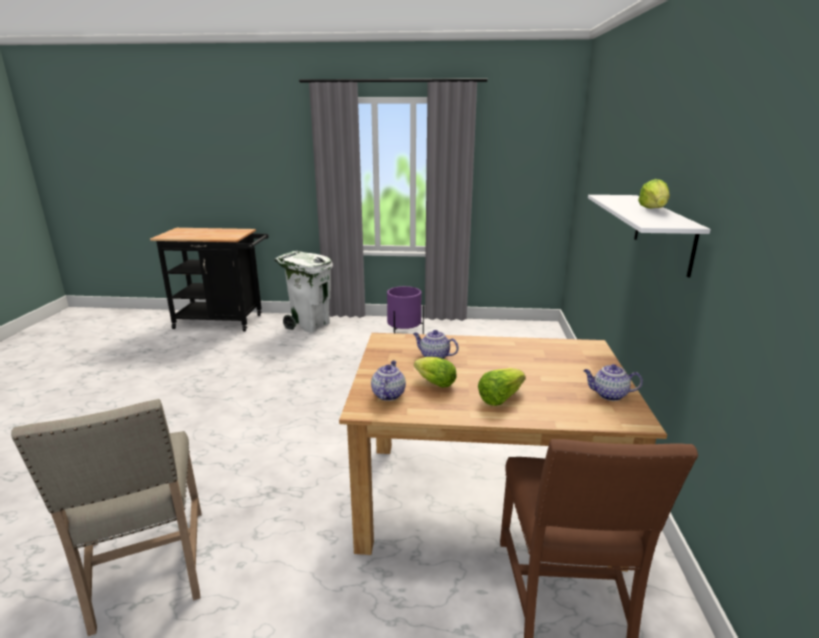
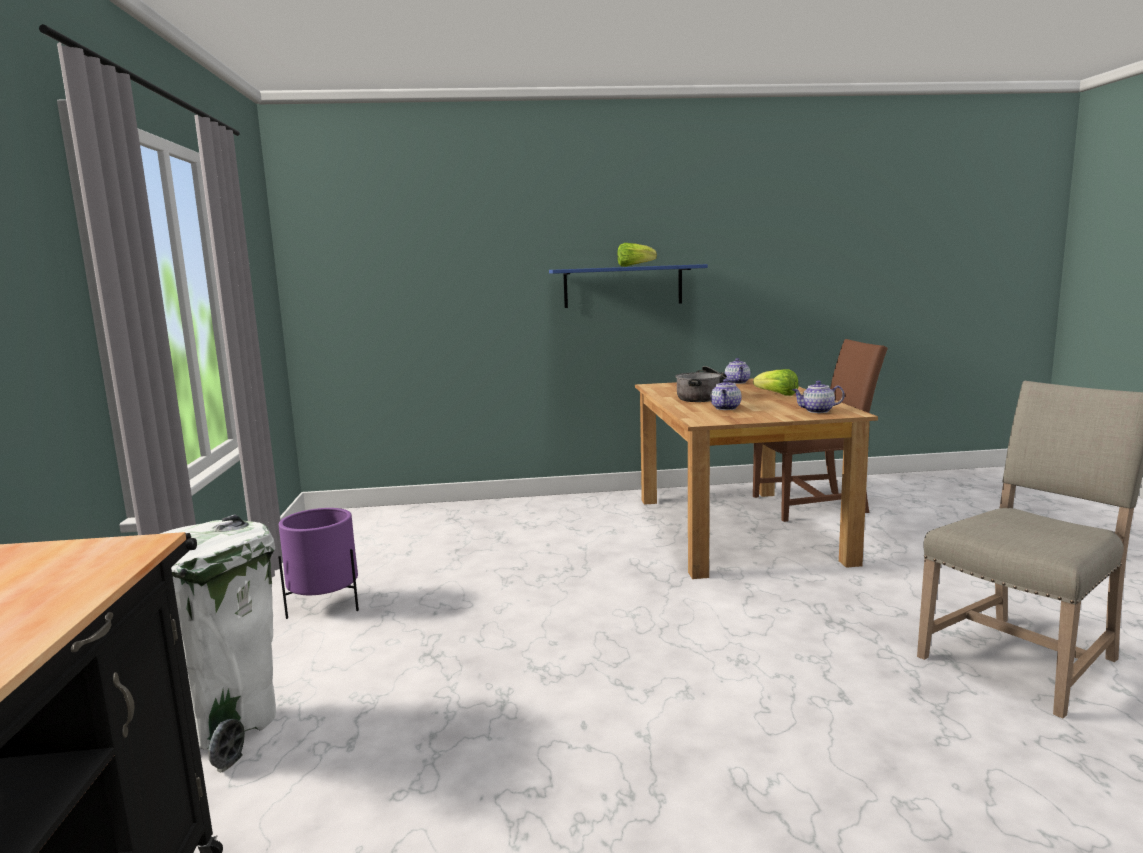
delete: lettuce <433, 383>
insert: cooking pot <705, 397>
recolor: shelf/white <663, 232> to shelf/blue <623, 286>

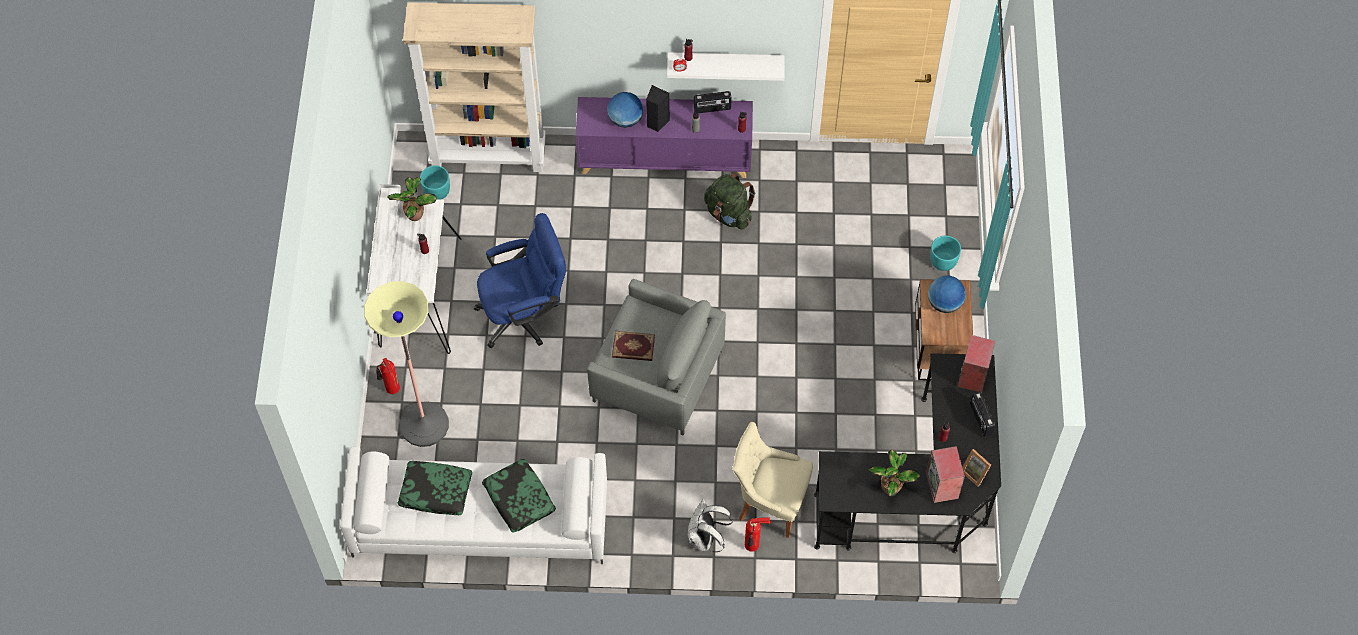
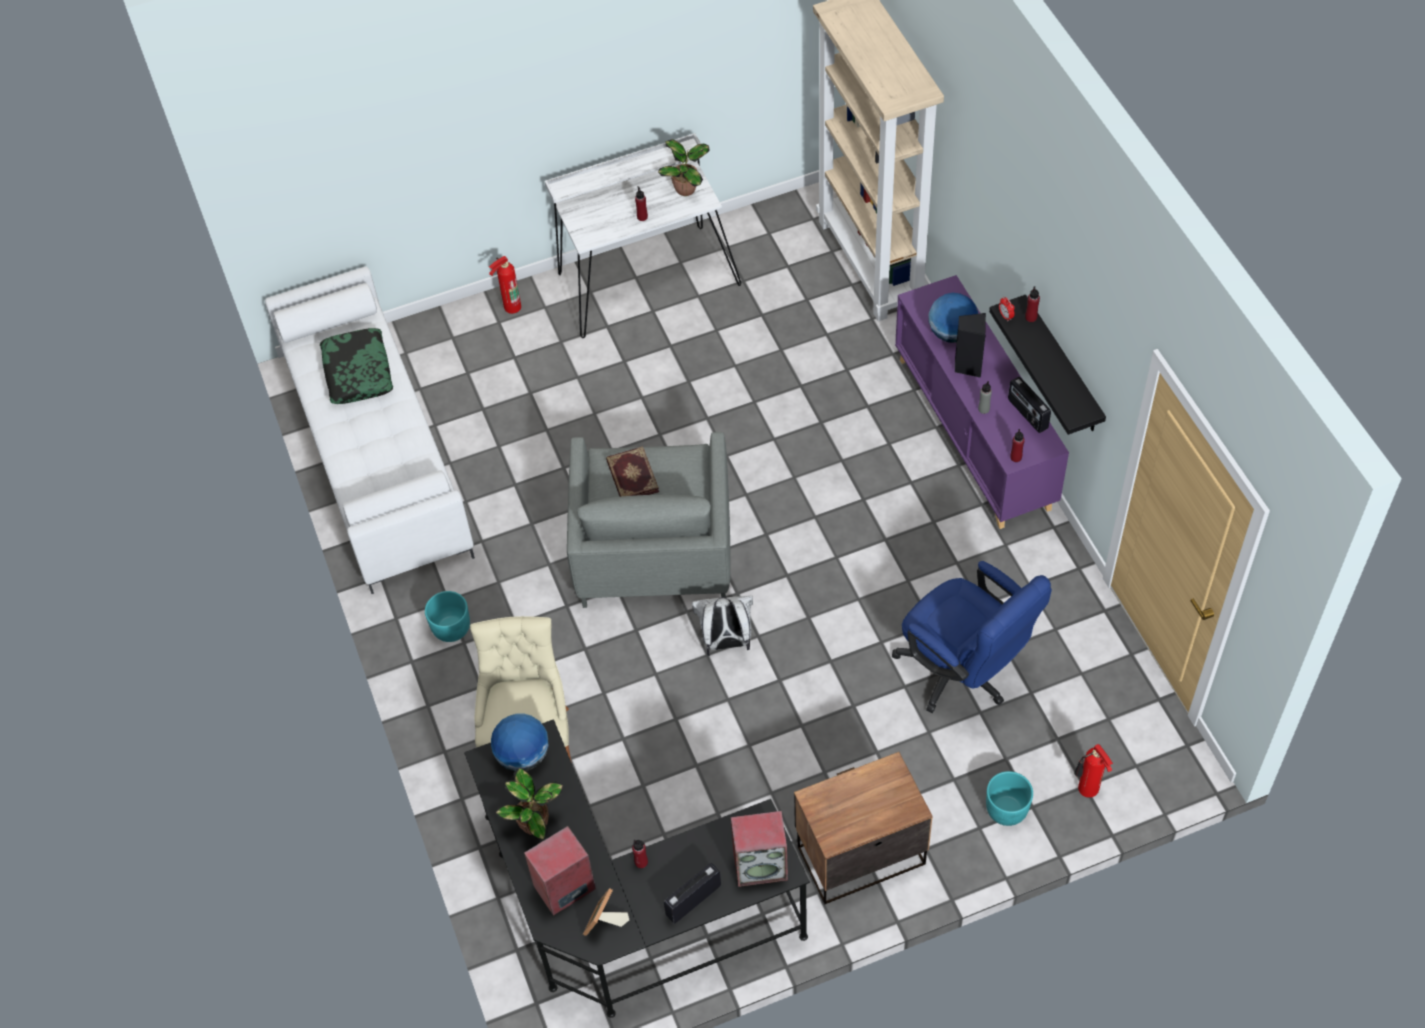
delete: backpack/green <729, 214>; floor lamp <424, 424>; pillow <519, 499>
move: planter/turquoise <436, 191> to <451, 628>; office chair/blue <525, 315> to <963, 674>; globe <944, 303> to <523, 756>; backpack/white <705, 539> to <726, 643>; fire extinguisher <753, 546> to <1087, 790>
recolor: shelf/white <725, 62> to shelf/black <1062, 367>

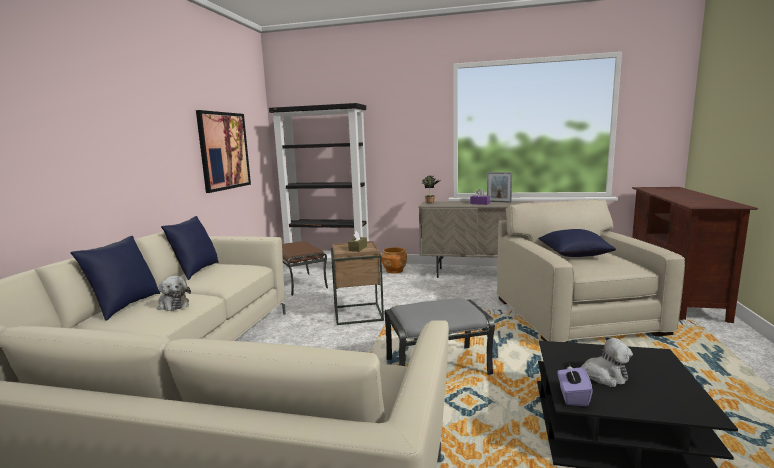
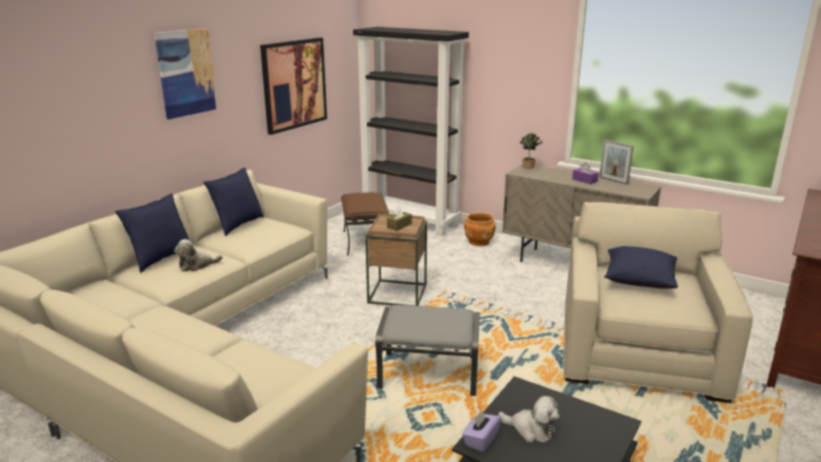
insert: picture <186, 73>
rotate: plush toy <173, 305> = <196, 265> 90 degrees clockwise

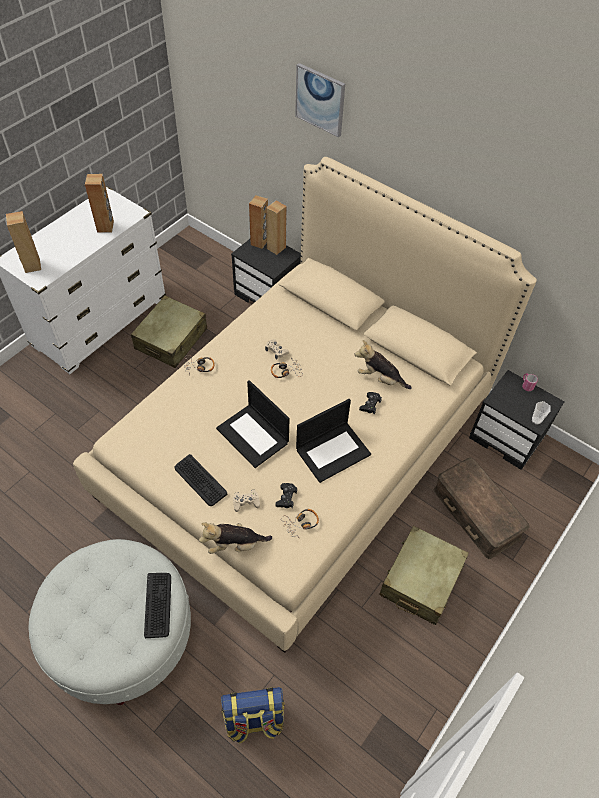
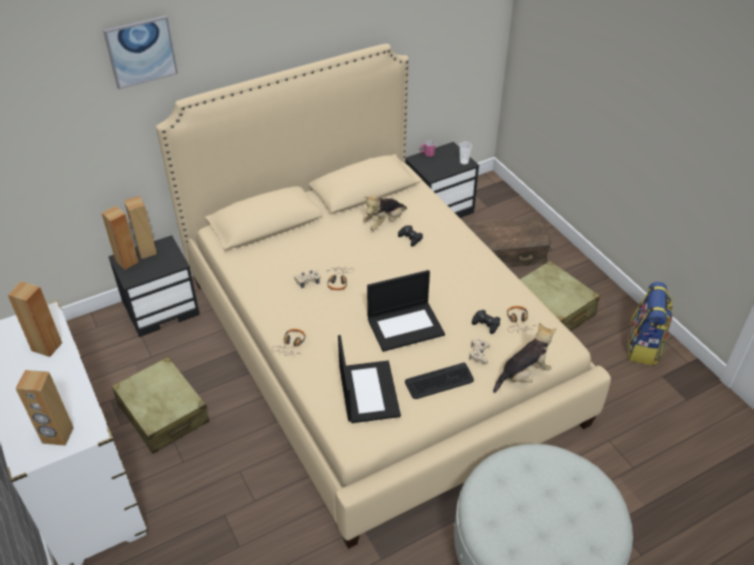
delete: keyboard <158, 605>
move: laptop <333, 451> to <368, 391>; backpack <254, 720> to <644, 347>
rotate: plush toy <235, 545> = <523, 375> 135 degrees counterclockwise

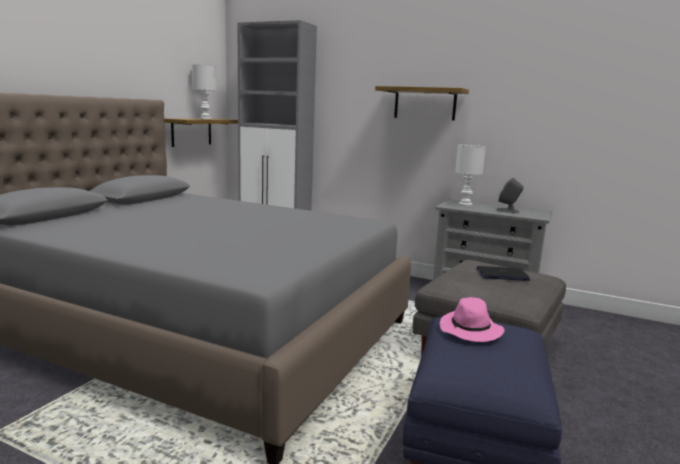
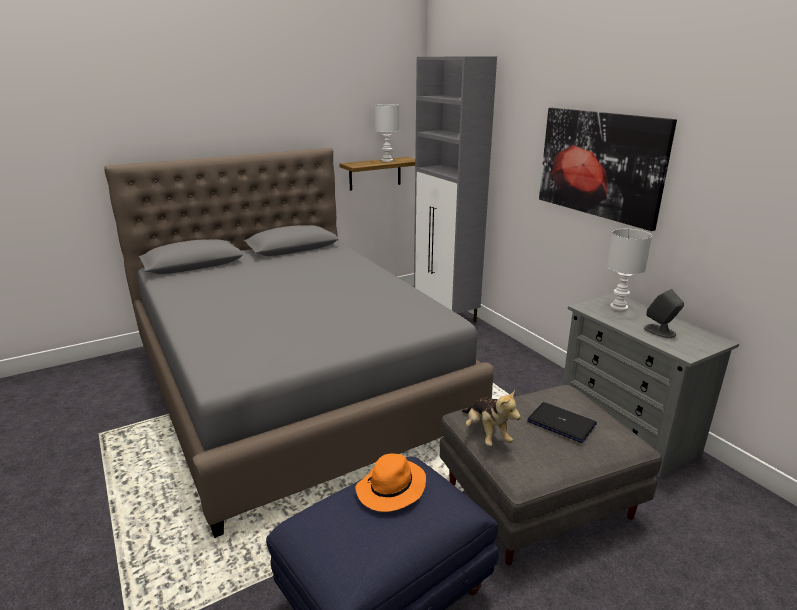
insert: plush toy <486, 434>
replace: shelf <425, 104> to picture <600, 164>
recolor: hat/pink <471, 330> to hat/orange <391, 490>

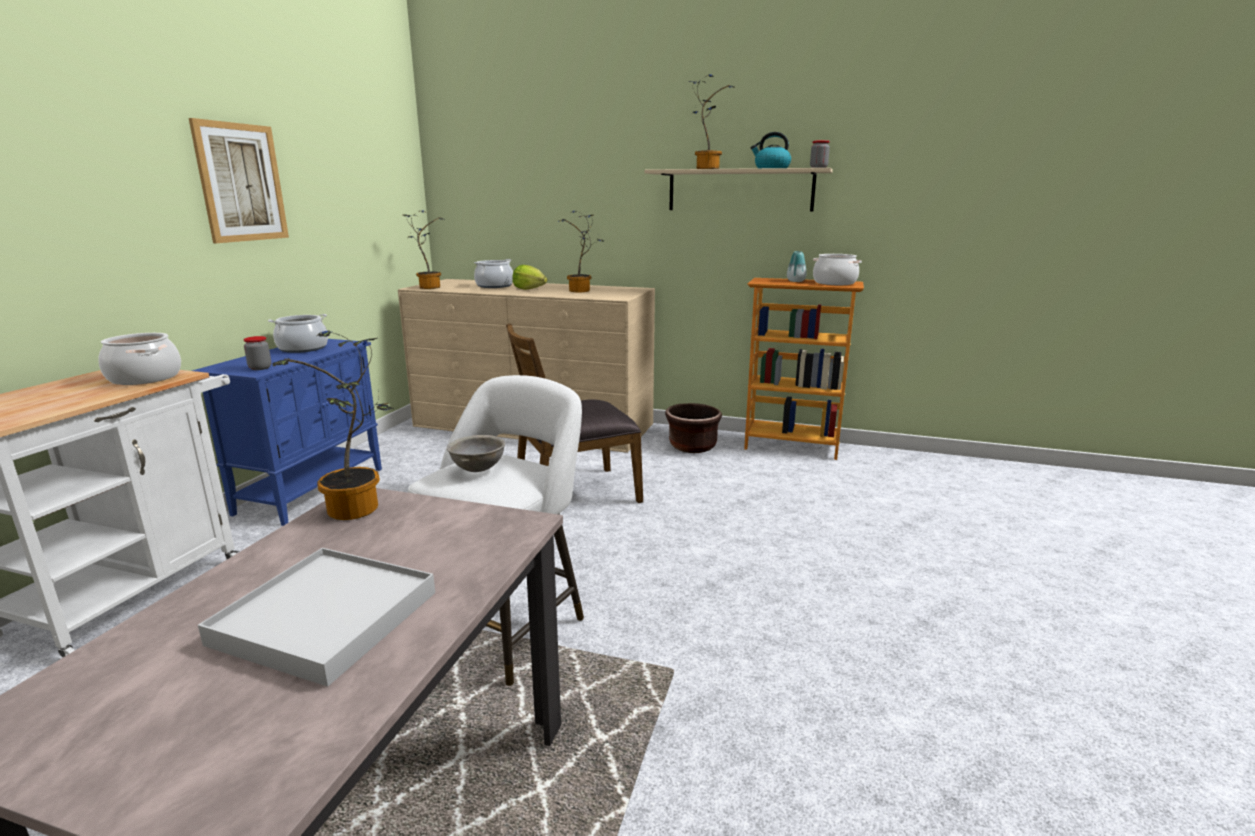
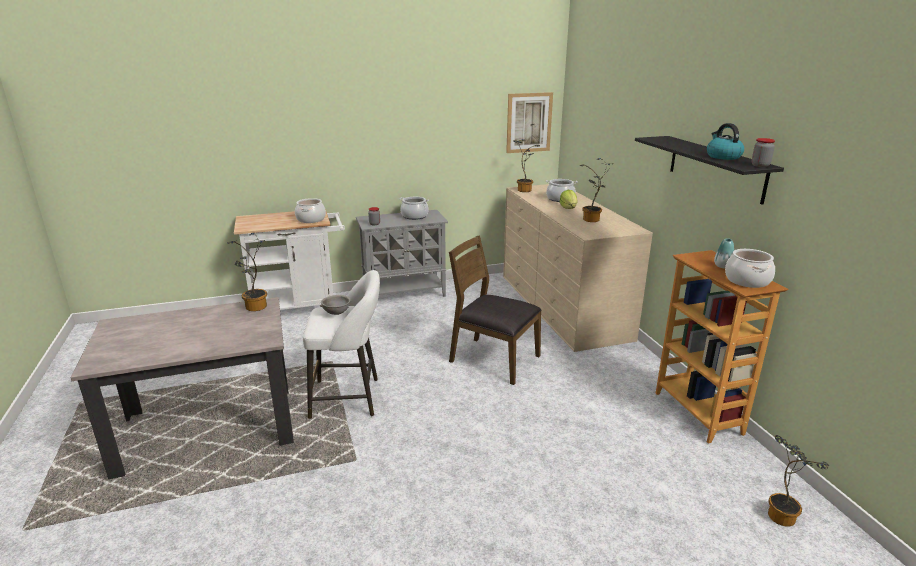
delete: planter/brown <692, 446>; tray/white <327, 617>
move: potted plant <706, 169> to <782, 514>; picture <241, 183> to <529, 122>
recolor: shelf/beige <740, 190> to shelf/black <715, 168>; cabinet/blue <312, 490> to cabinet/grey <405, 293>

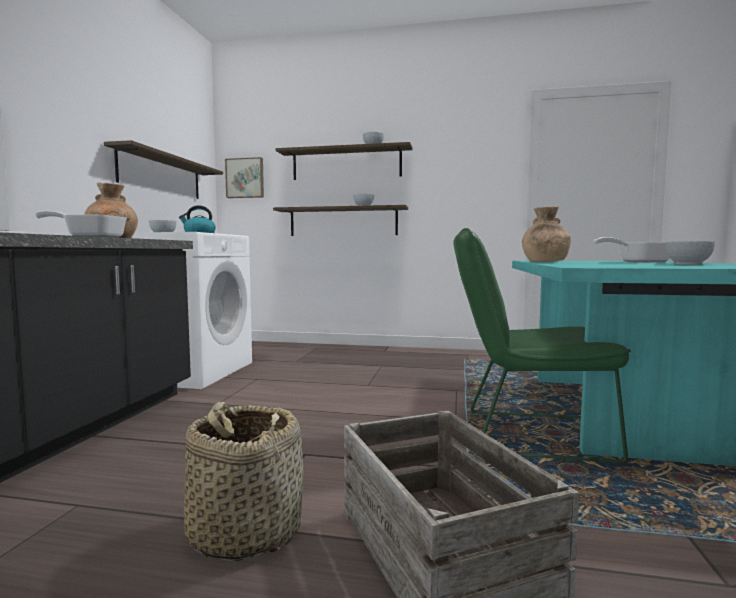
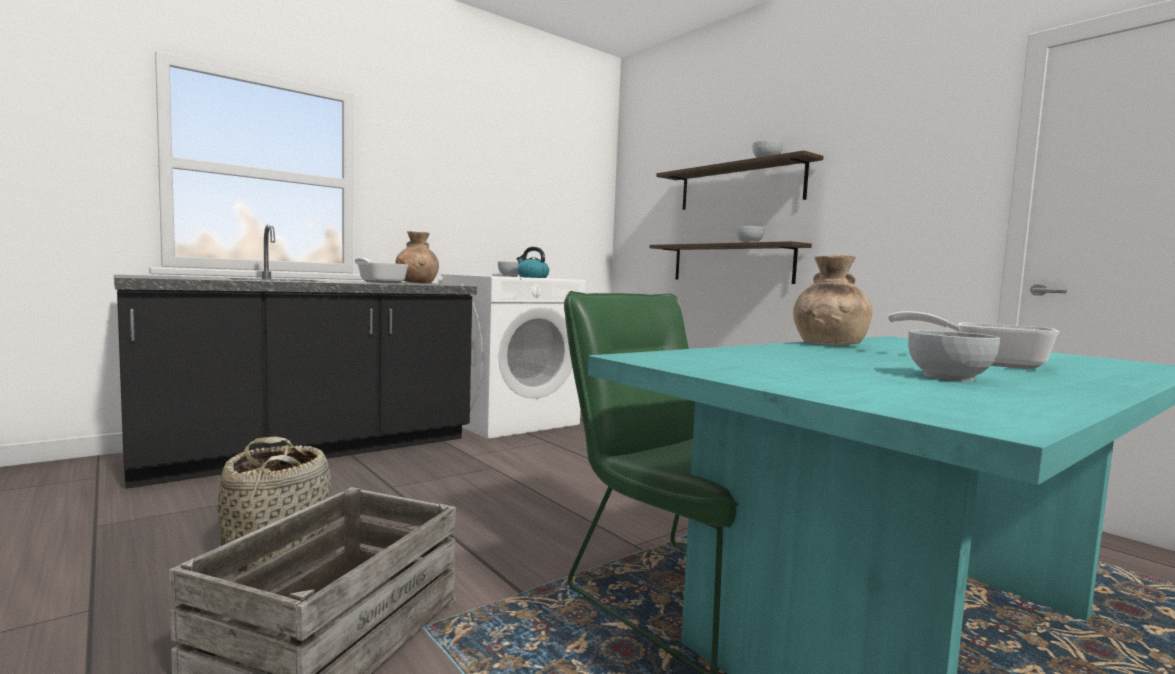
delete: shelf <161, 175>; picture <245, 178>

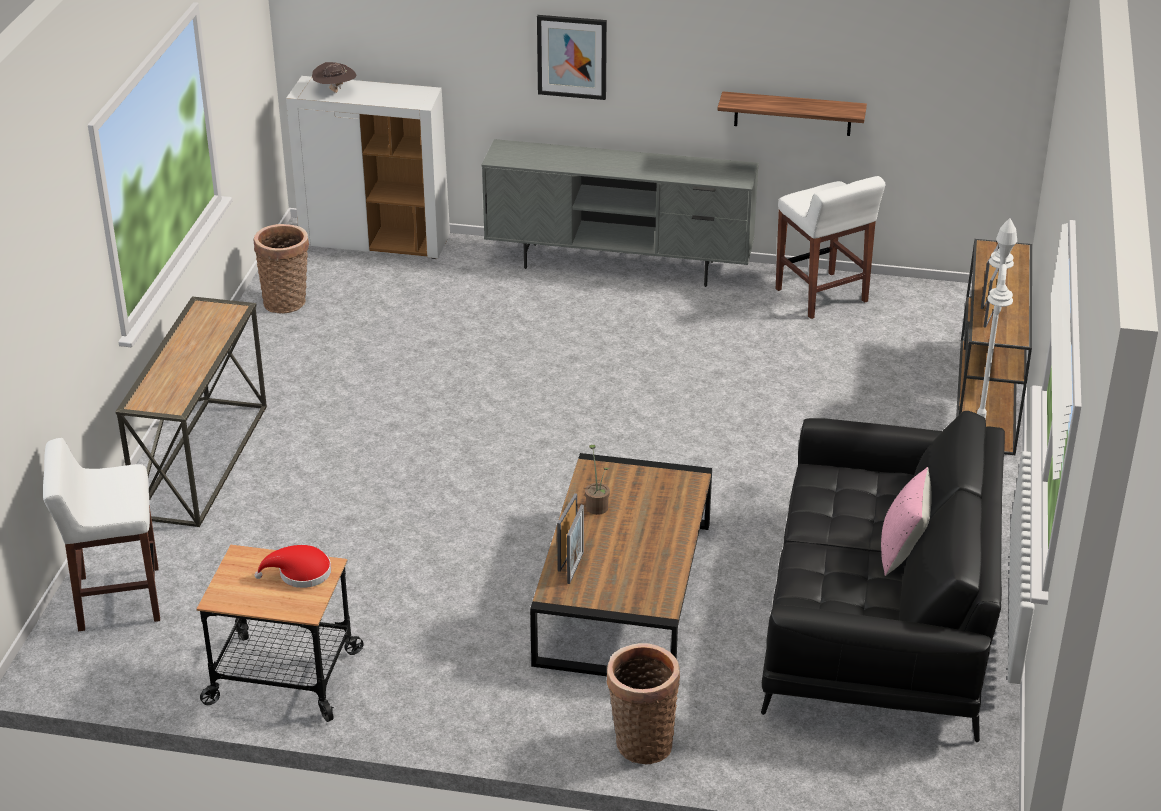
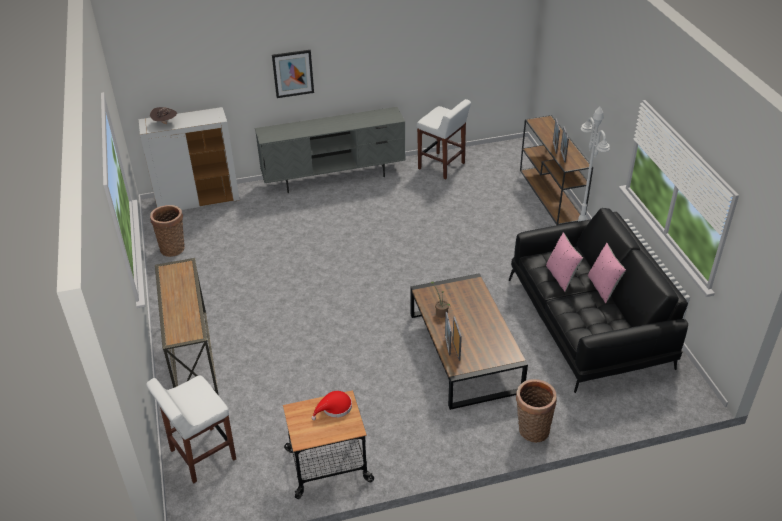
delete: shelf <793, 113>
insert: pillow/pink <561, 277>

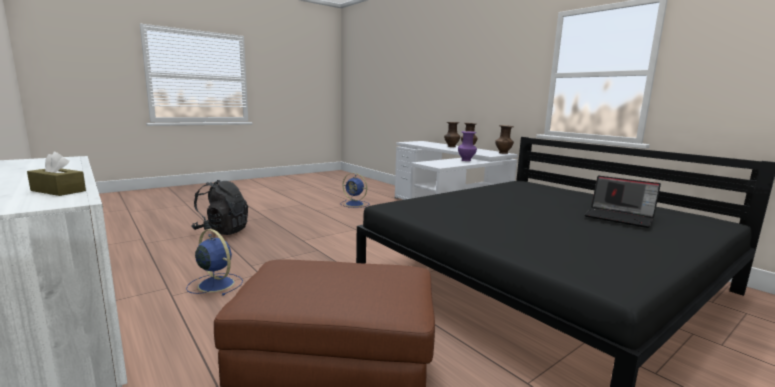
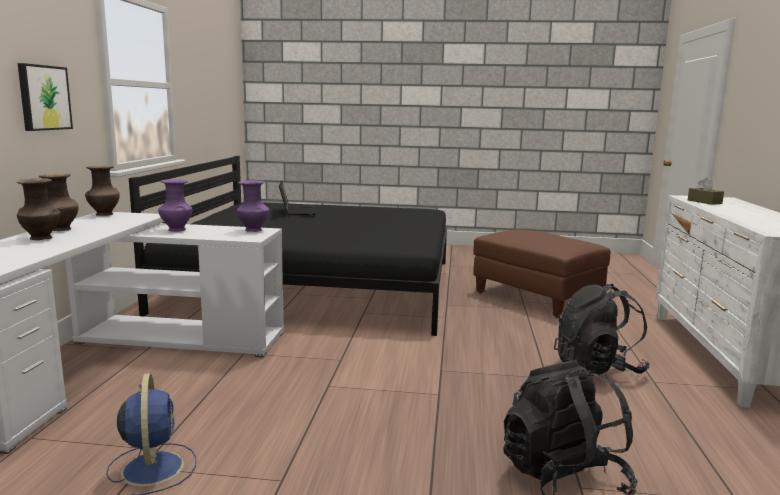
insert: picture <43, 97>; vase/purple <254, 230>
replace: fan/blue <215, 284> to backpack/black <597, 369>

